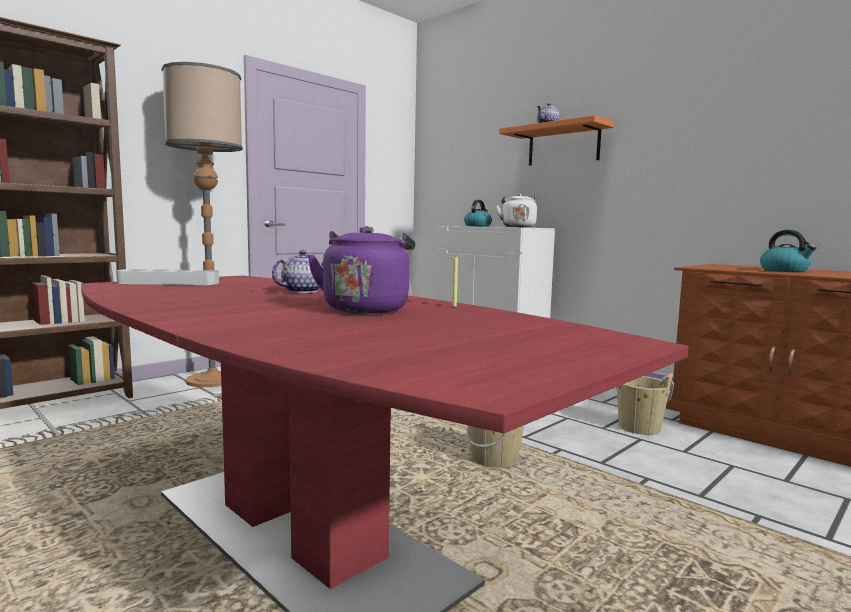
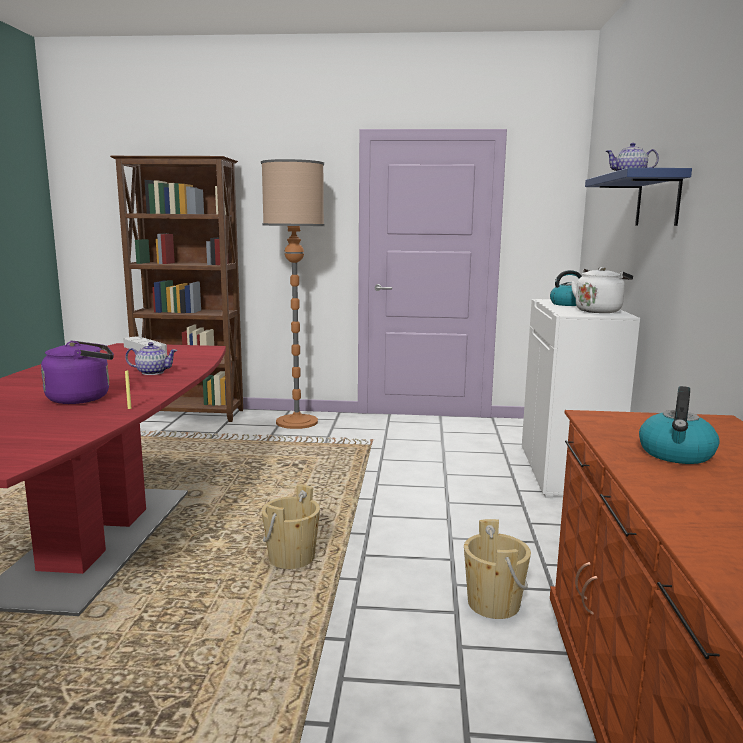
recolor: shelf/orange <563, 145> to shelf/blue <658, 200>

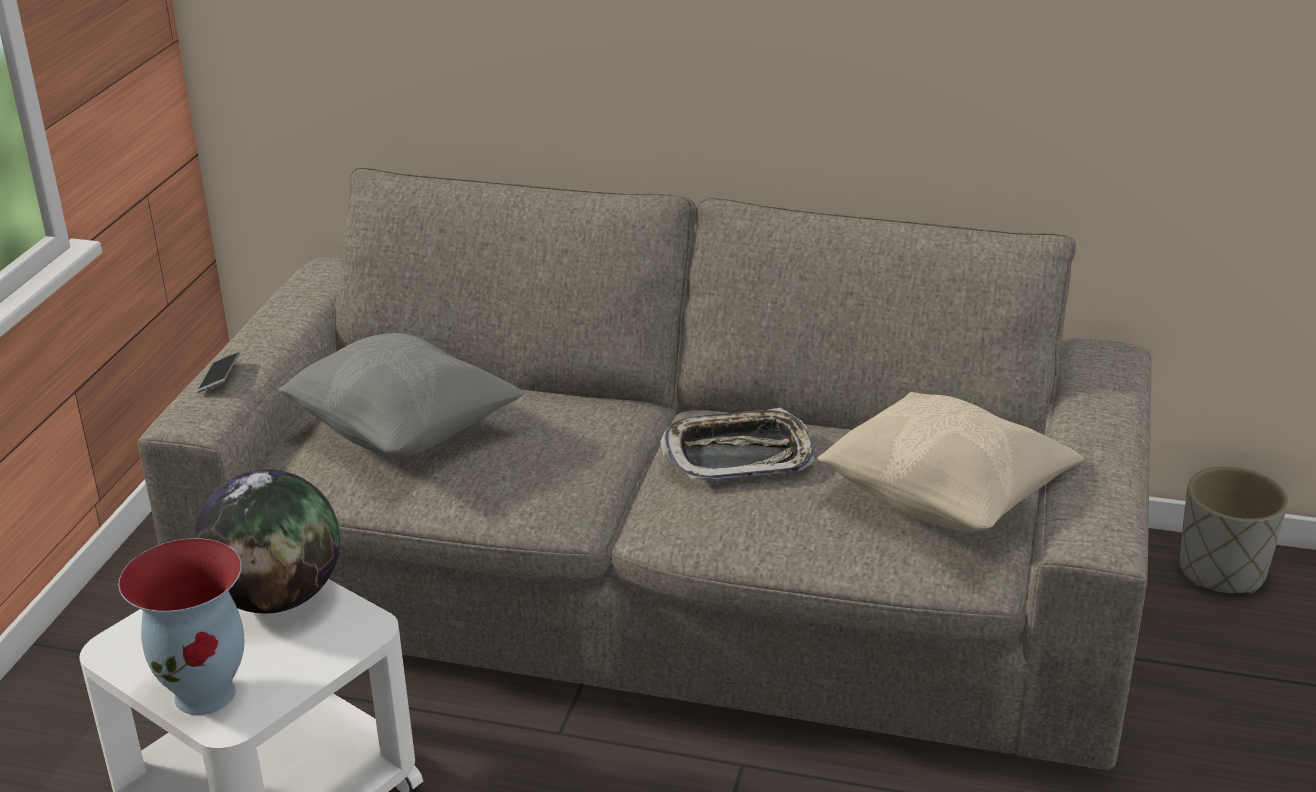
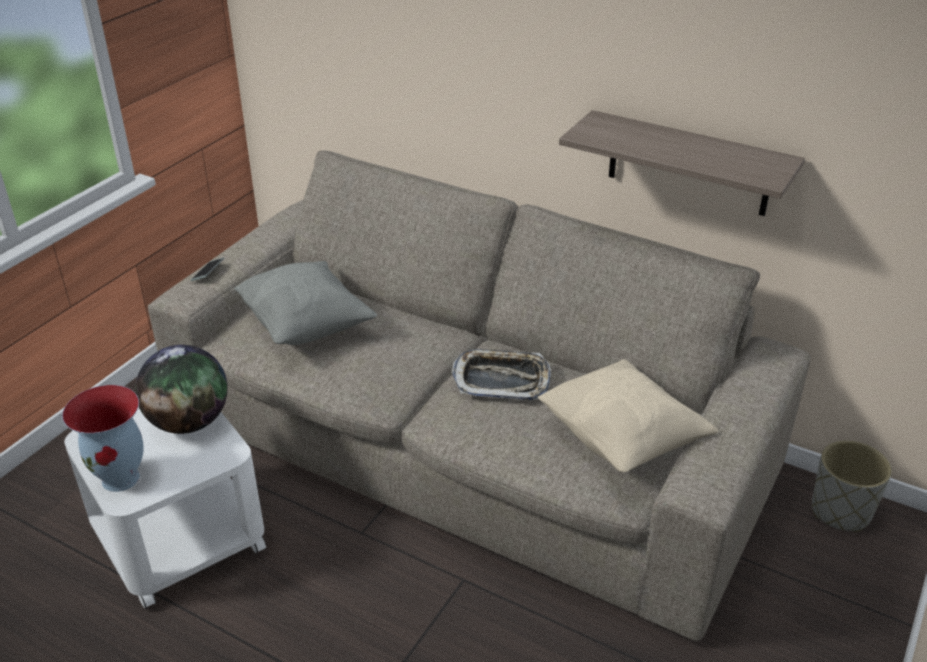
insert: shelf <689, 164>

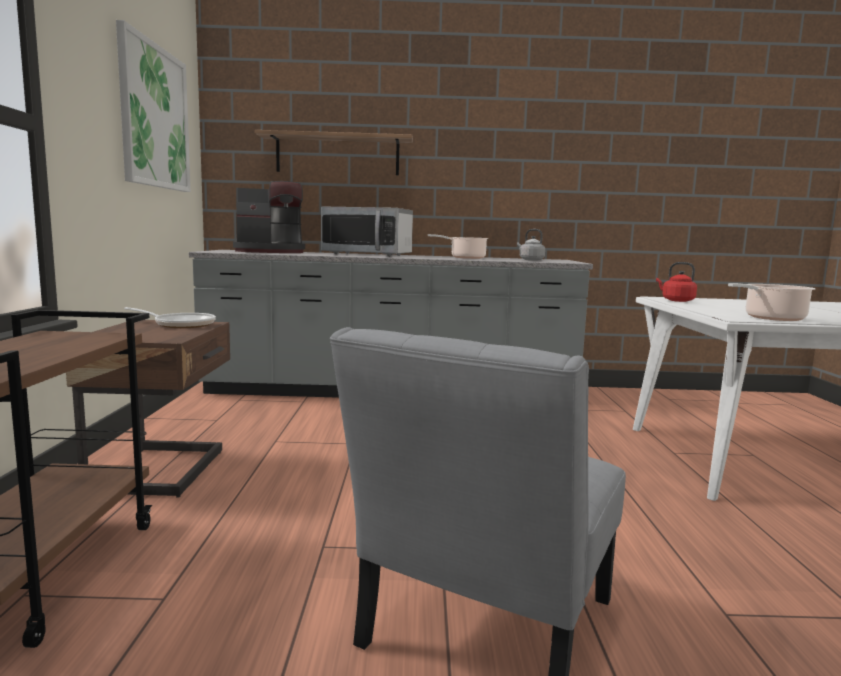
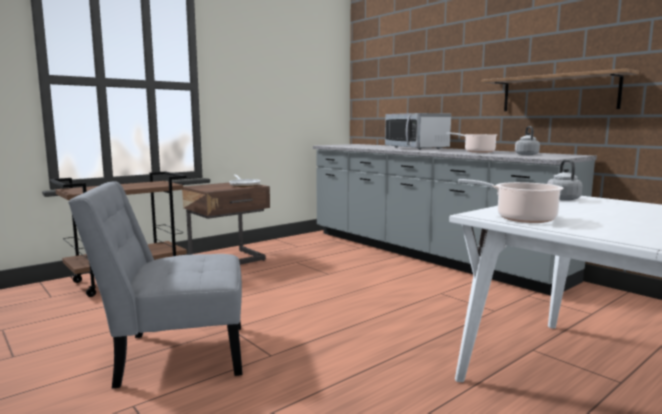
delete: picture <154, 117>; coffee machine <270, 252>
move: shelf <337, 155> to <558, 93>
recolor: kettle/red <676, 300> to kettle/grey <562, 199>

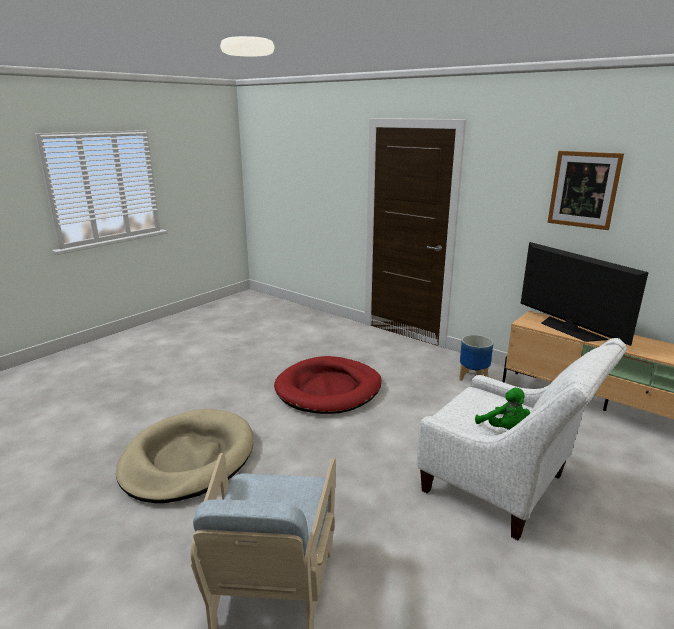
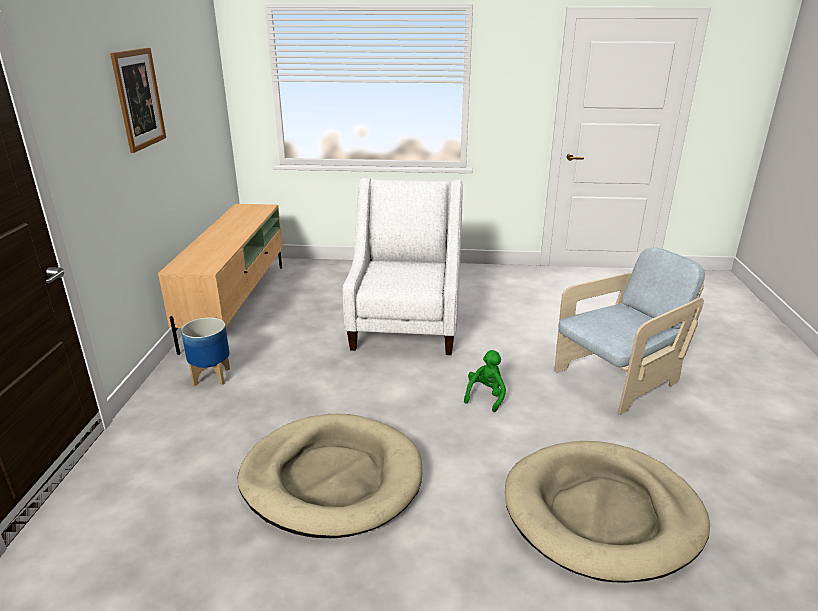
delete: television <570, 330>
move: plush toy/green <504, 429> to <486, 396>
recolor: dog bed/red <328, 389> to dog bed/beige <332, 478>

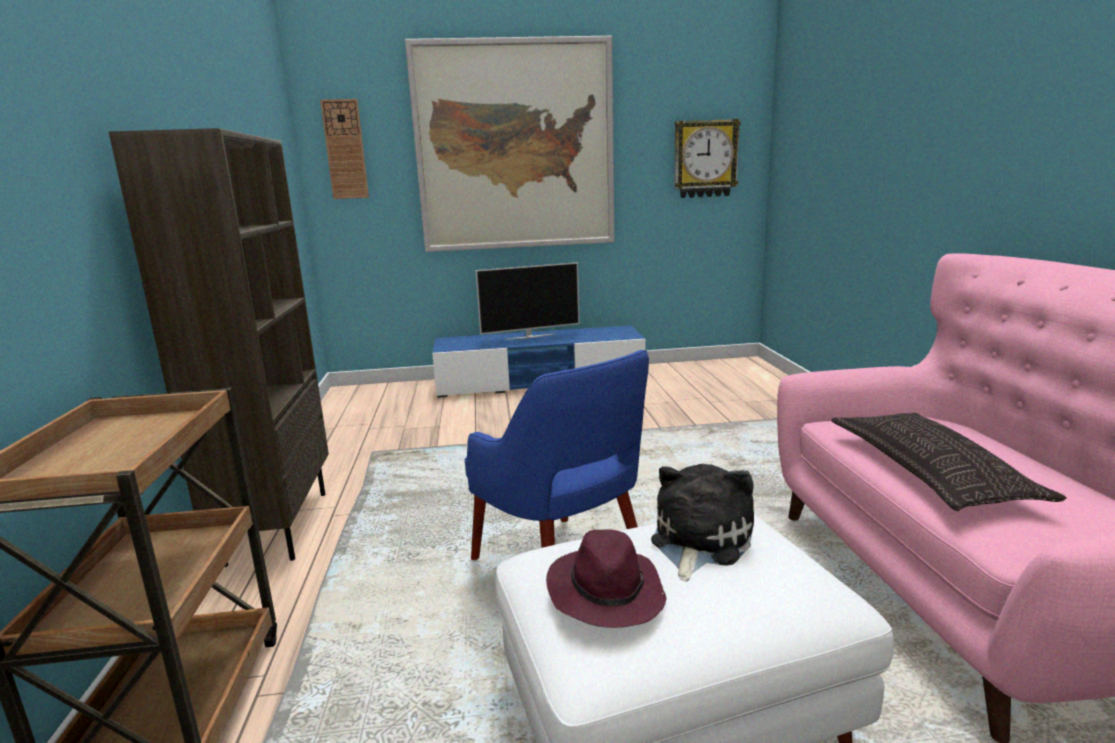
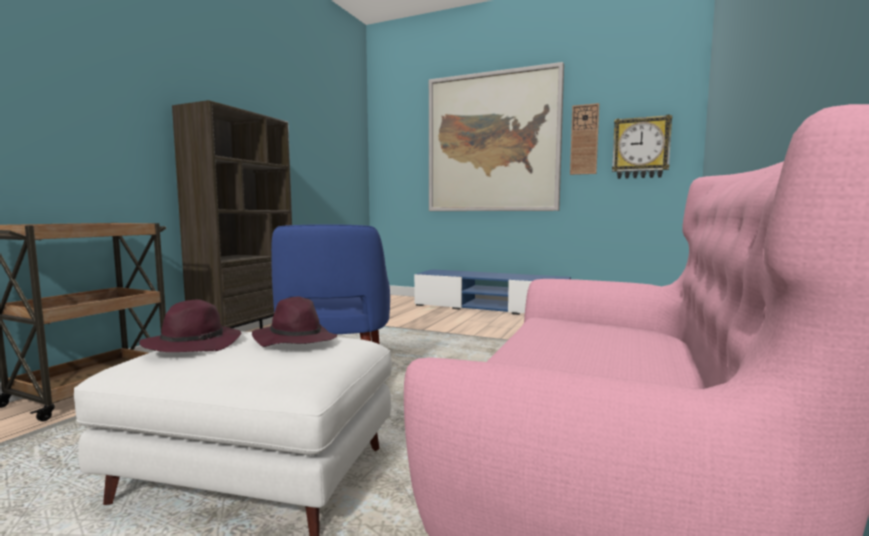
delete: television <530, 336>; pillow <929, 471>
move: wall clock <345, 149> to <584, 139>
replace: plush toy <698, 541> to hat/purple <295, 340>

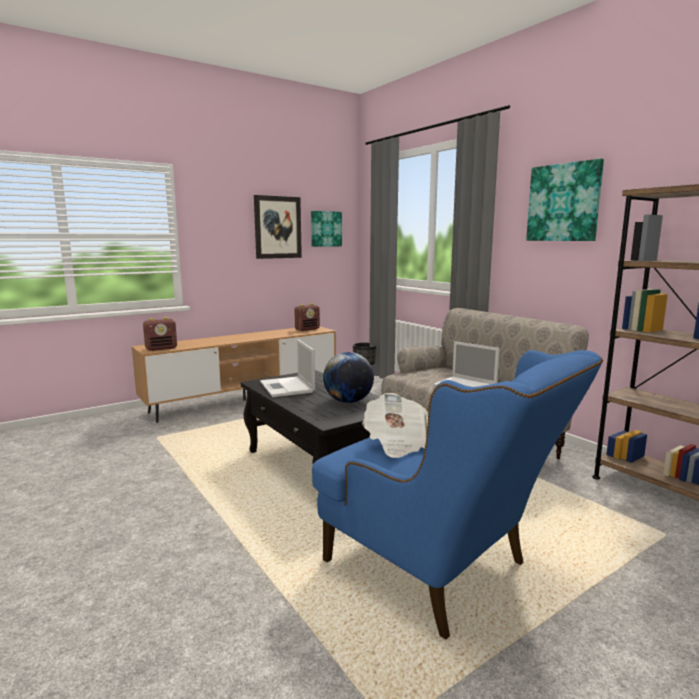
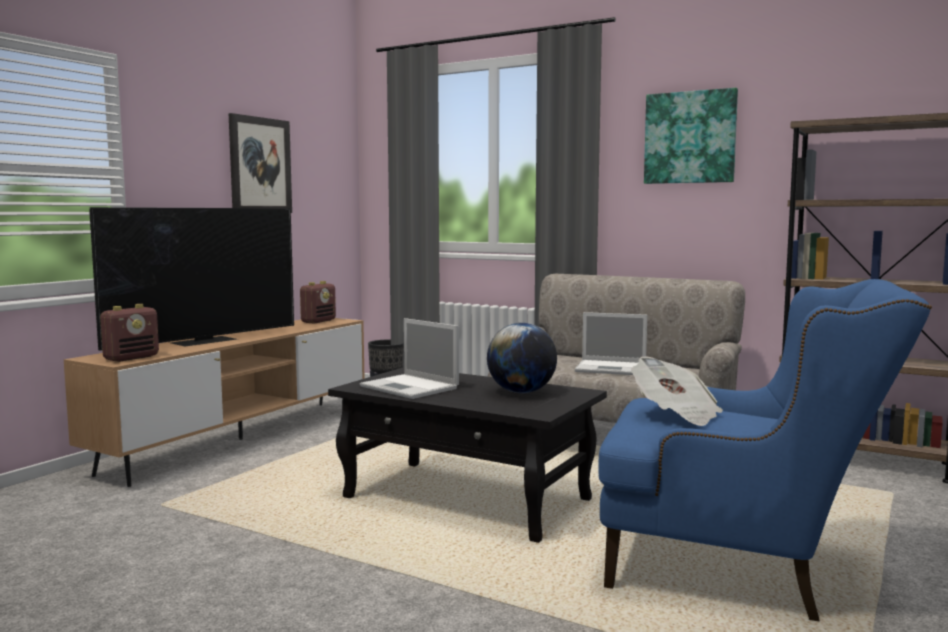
delete: picture <325, 229>
insert: television <205, 340>

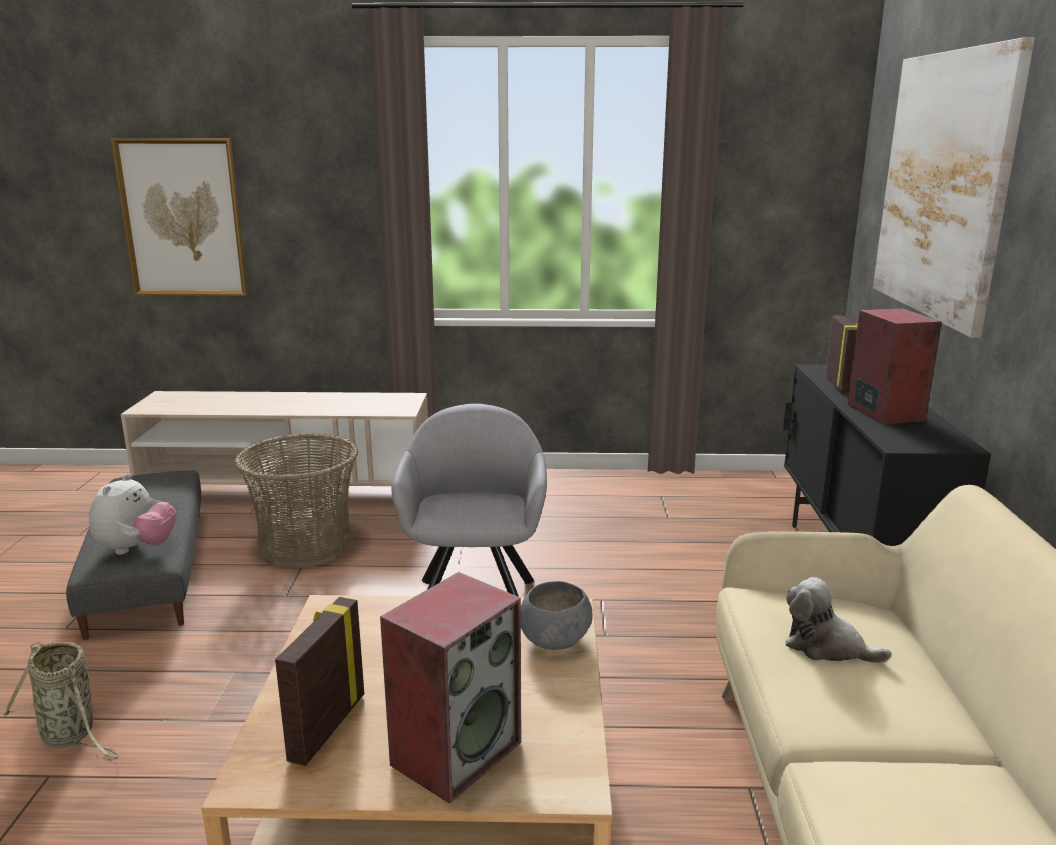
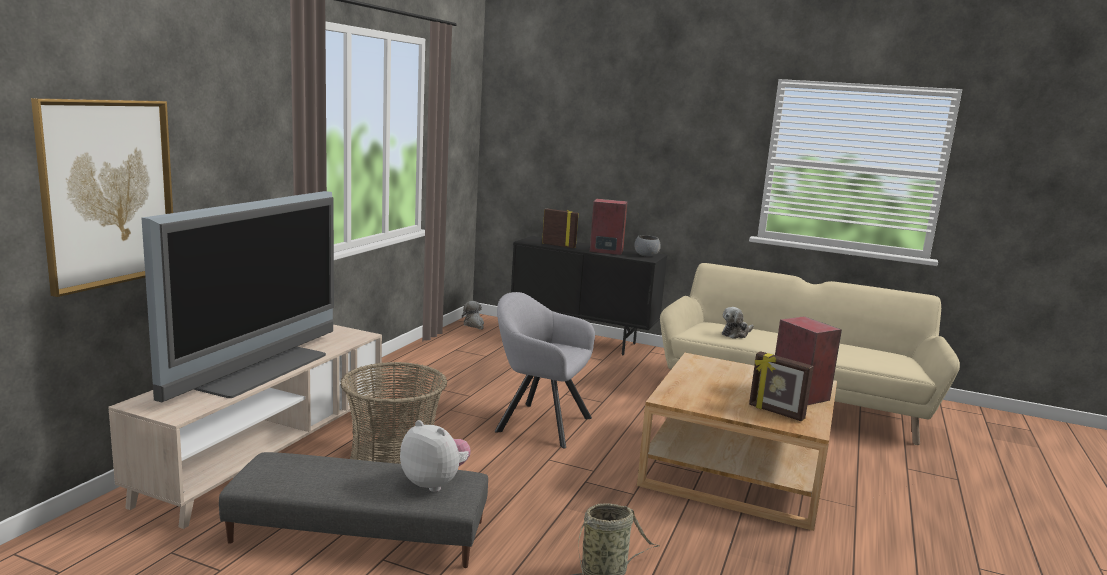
delete: picture <943, 186>
insert: television <259, 369>; plush toy <474, 325>
move: bowl/grey <553, 640> to <646, 255>

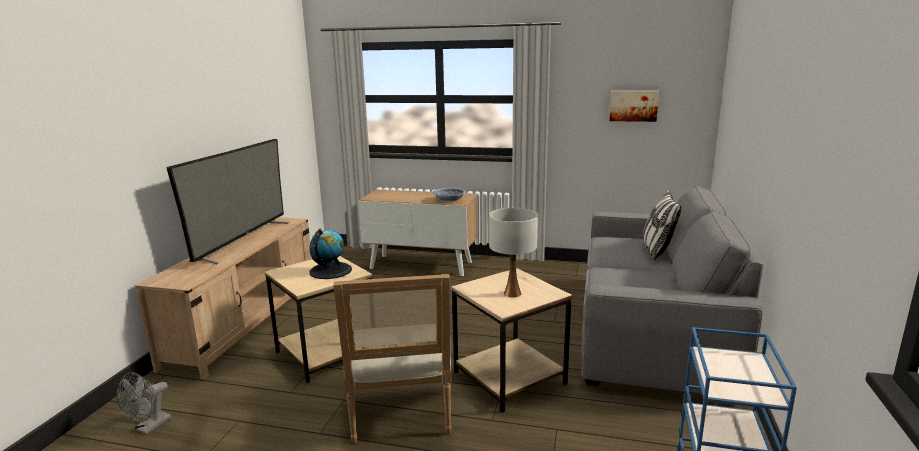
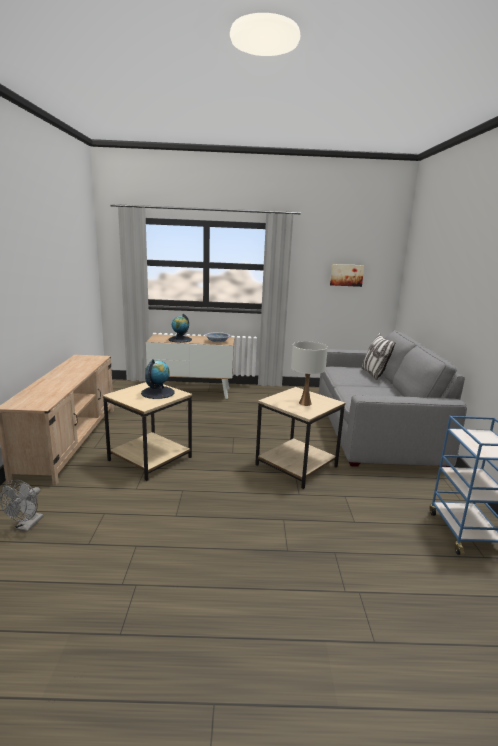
delete: television <242, 241>; armchair <401, 416>
insert: globe <180, 339>

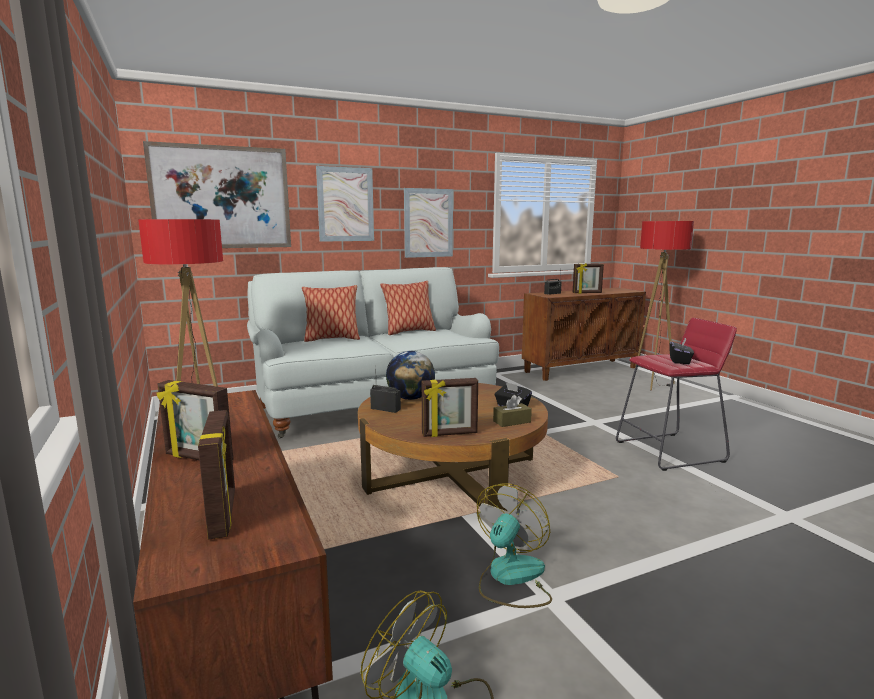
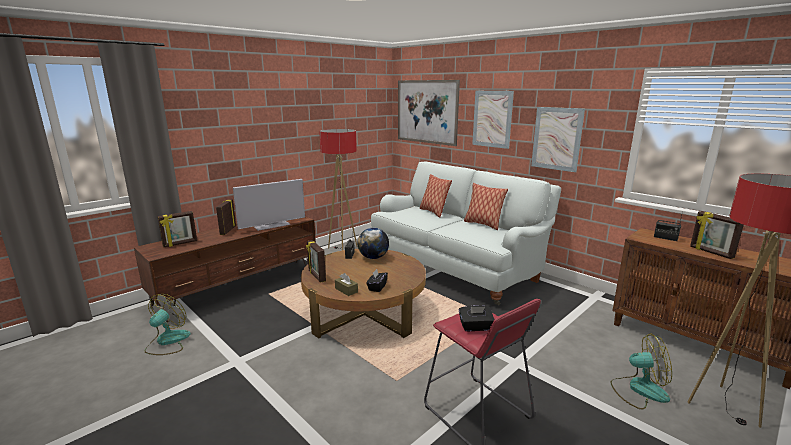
insert: television <272, 226>
move: fan <511, 578> to <639, 390>

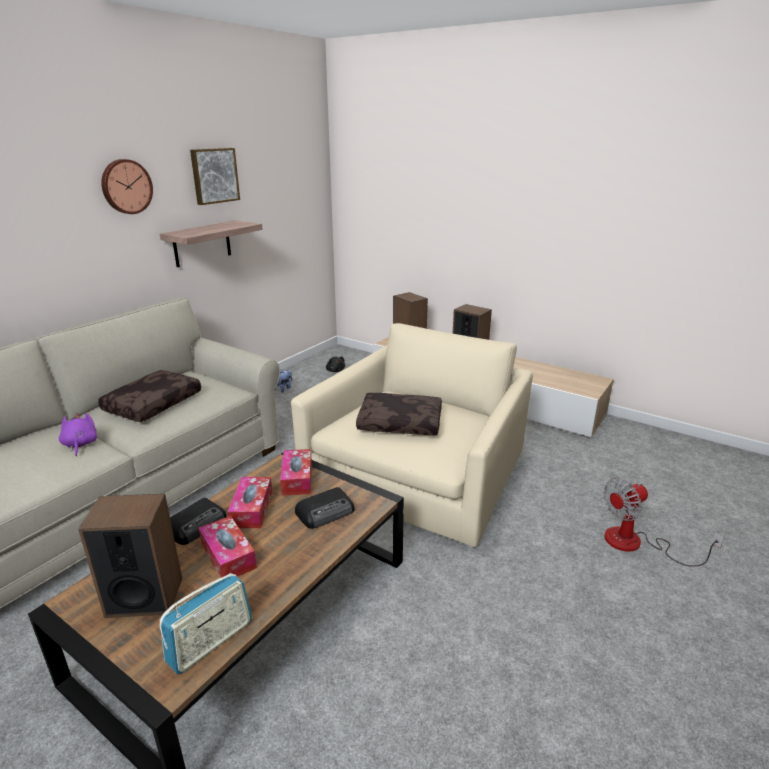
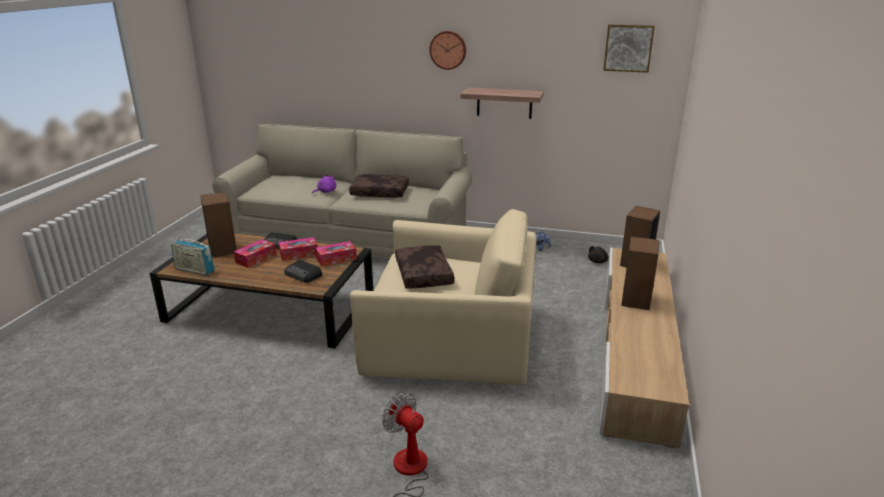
move: picture <214, 175> to <628, 48>

